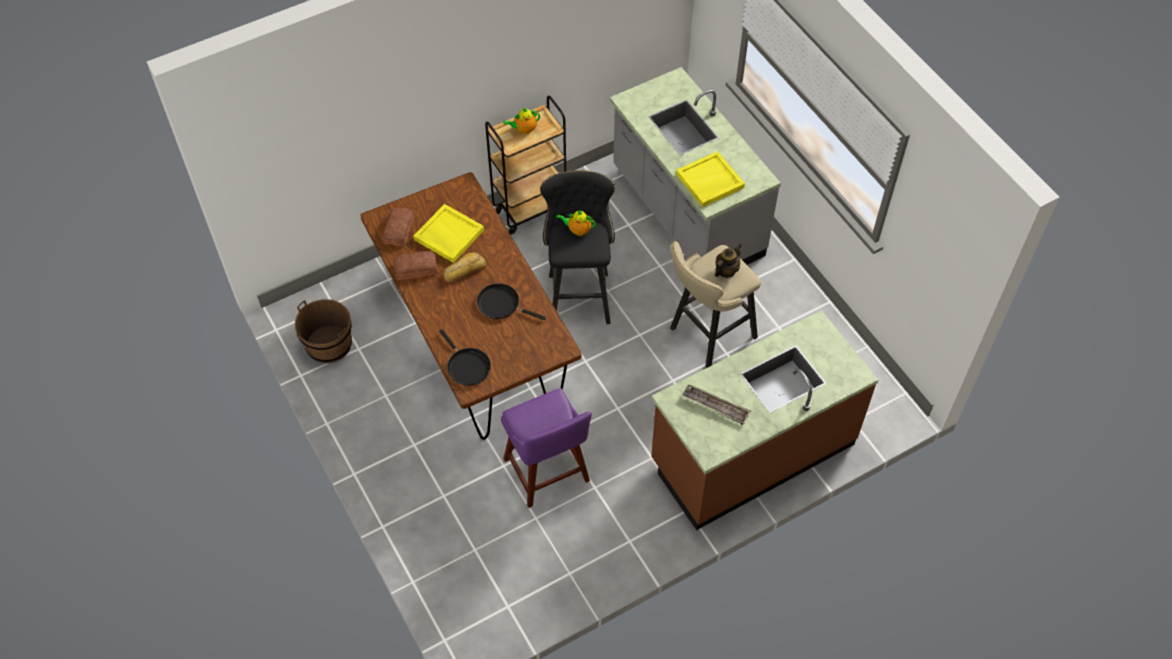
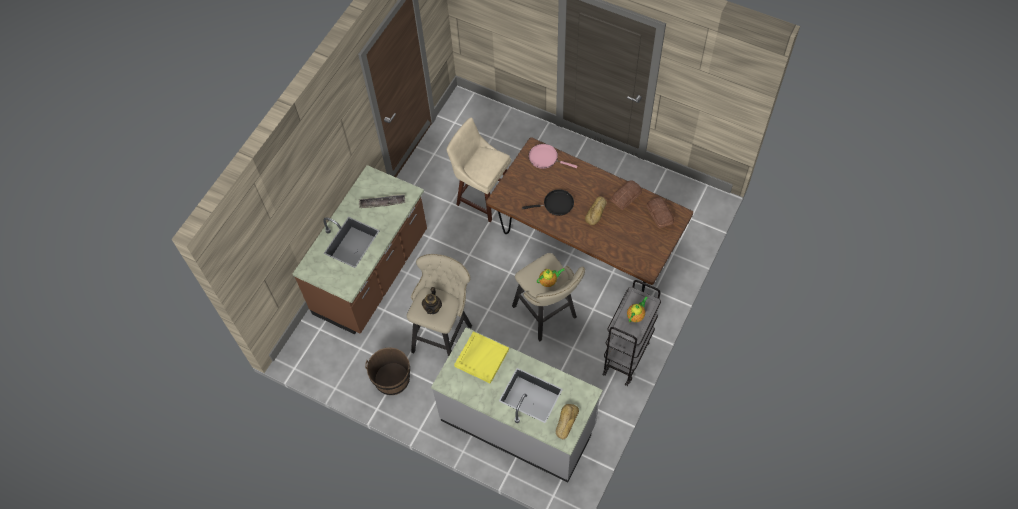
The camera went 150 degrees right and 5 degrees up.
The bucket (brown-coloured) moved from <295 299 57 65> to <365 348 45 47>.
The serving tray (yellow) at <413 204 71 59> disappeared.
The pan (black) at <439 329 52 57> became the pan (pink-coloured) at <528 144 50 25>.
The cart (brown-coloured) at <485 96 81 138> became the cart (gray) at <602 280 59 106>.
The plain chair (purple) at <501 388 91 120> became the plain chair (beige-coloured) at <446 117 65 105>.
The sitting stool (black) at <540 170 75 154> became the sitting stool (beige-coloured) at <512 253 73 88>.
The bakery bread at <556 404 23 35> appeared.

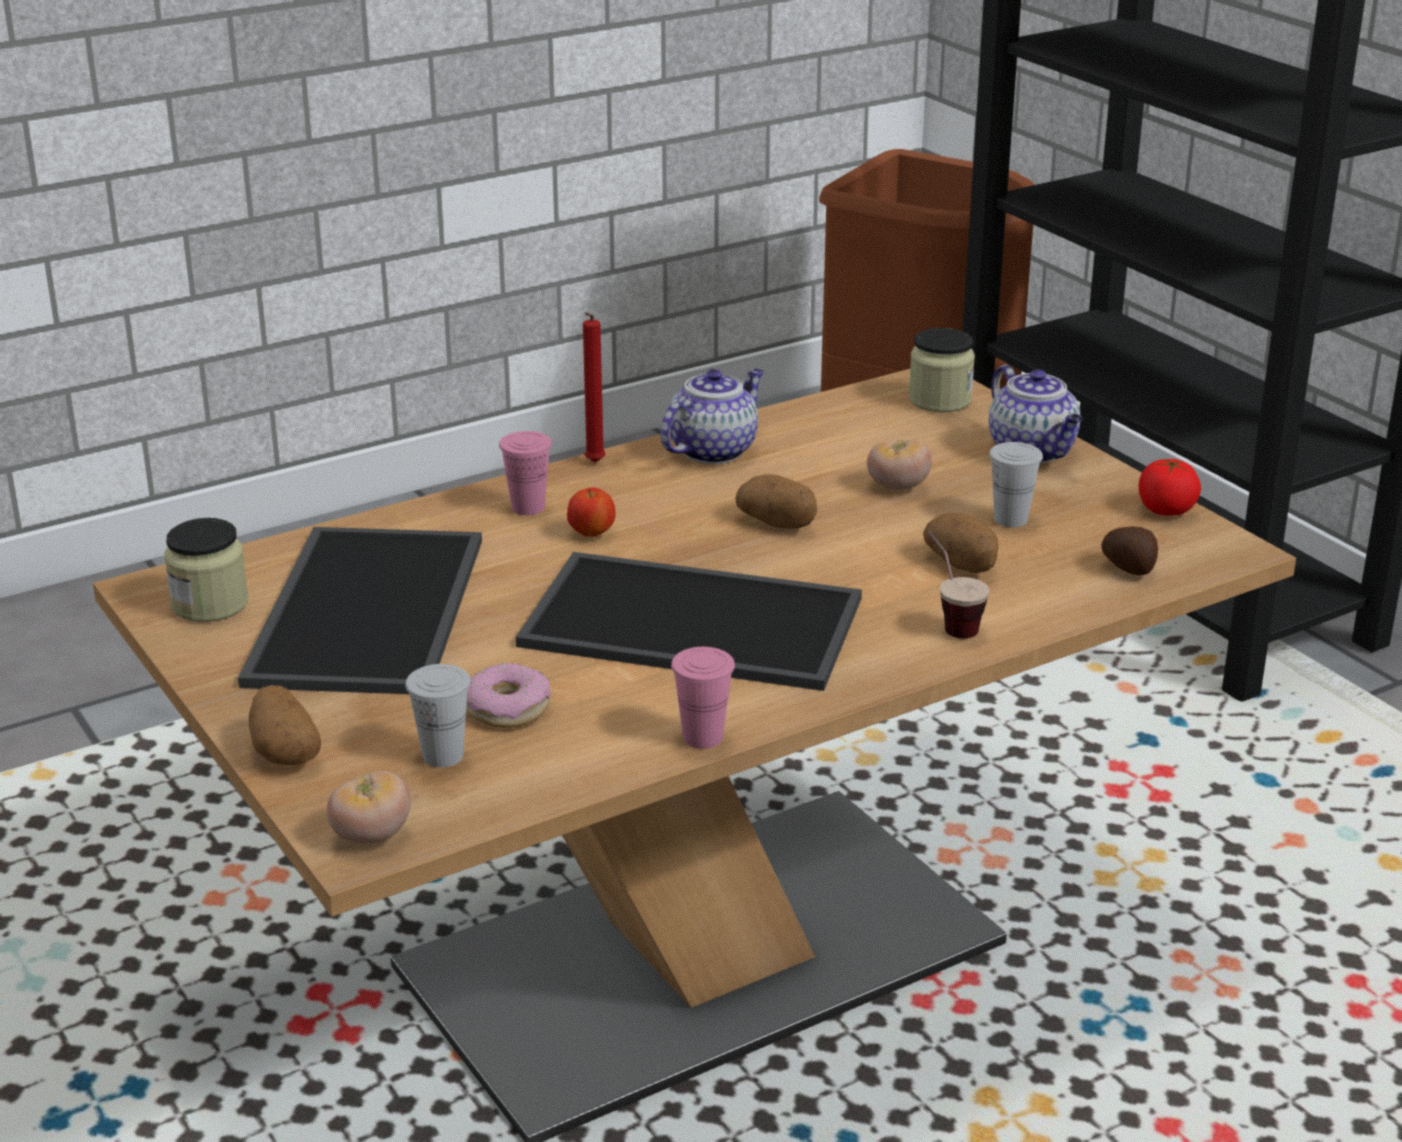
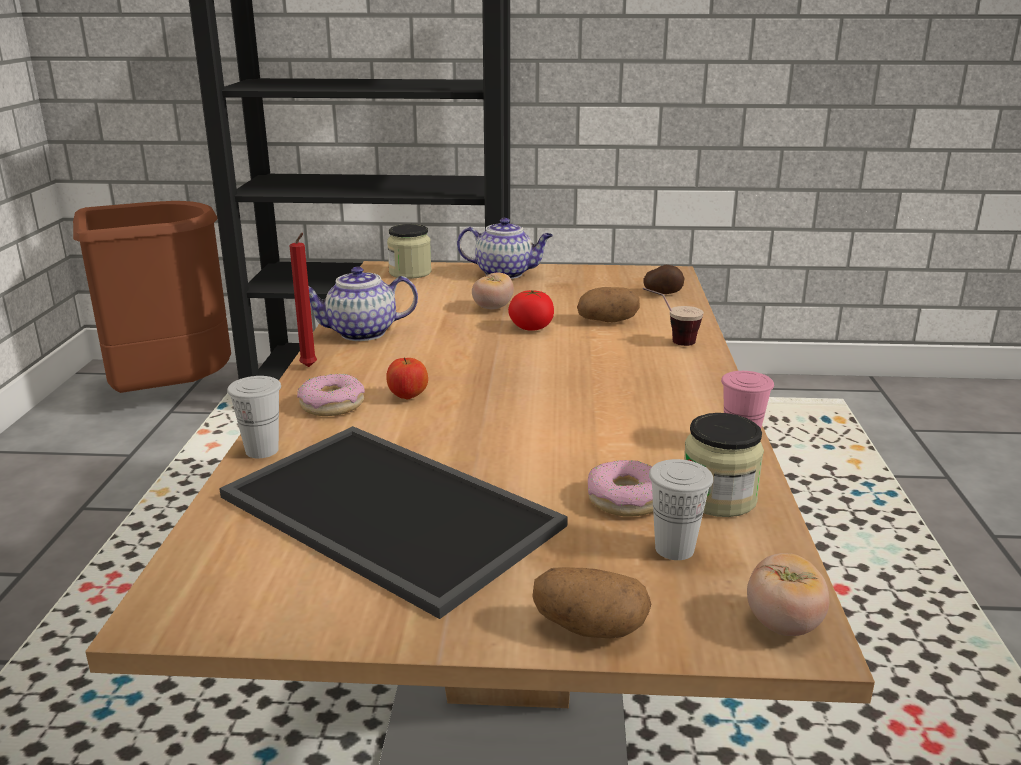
The camera went 55 degrees left and 5 degrees down.
The preserve jar moved from <164 518 84 104> to <684 413 80 104>.
The small cup (pink-coloured) at <499 431 53 84> was replaced by the donut at <297 374 68 42>.
The serving tray at <516 552 346 139> disappeared.
The teapot at <660 369 104 95> turned 90 degrees counterclockwise.
The whole potato at <735 474 82 55> disappeared.
The small cup (whitish) moved from <989 442 54 85> to <227 376 54 82>.
The tomato moved from <1138 459 63 57> to <508 290 46 41>.

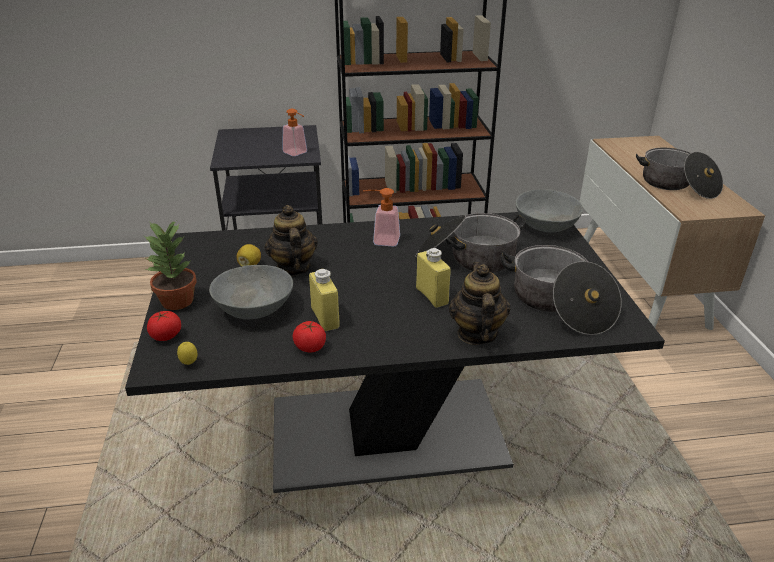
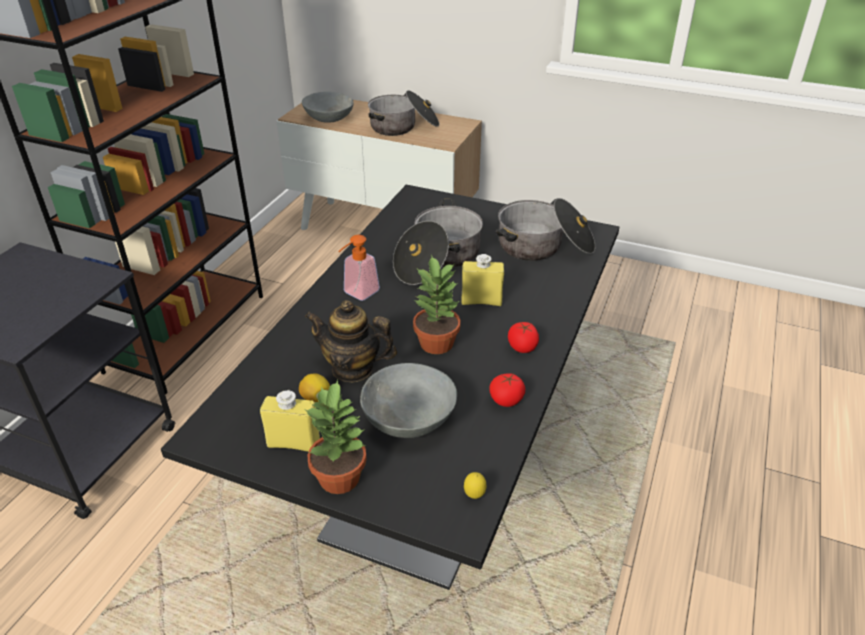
The camera went 60 degrees left and 5 degrees up.
The tomato moved from <147 311 34 30> to <508 322 31 31>.
The soap bottle at <282 109 25 47> disappeared.
The drink bottle (yellow) moved from <309 269 31 62> to <260 390 60 62>.
The teapot at <449 262 62 83> disappeared.
The serving bowl (gray) moved from <515 189 68 44> to <302 92 52 31>.
The plant in a pot at <413 256 48 98> appeared.

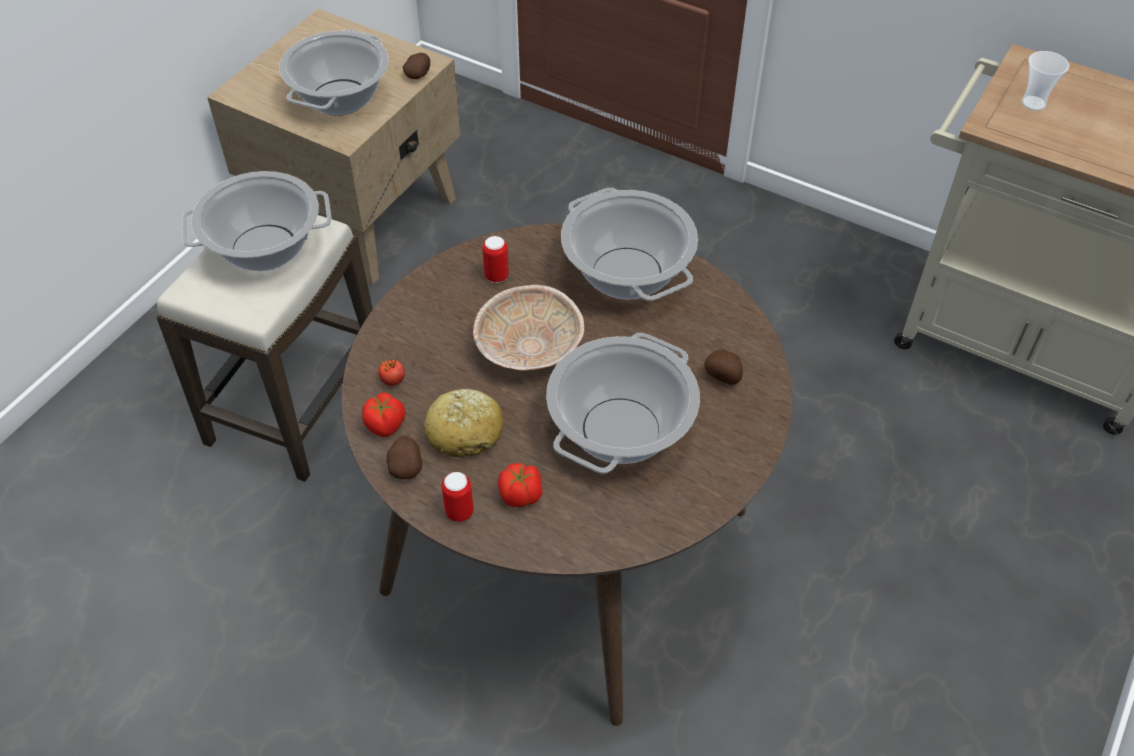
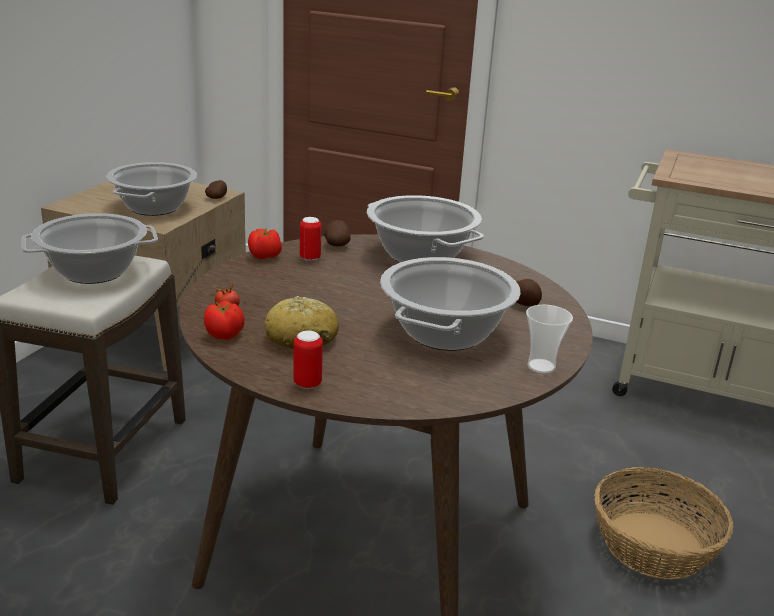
The camera went 10 degrees left and 25 degrees down.
The whole potato moved from <387 436 35 43> to <324 220 27 26>.
The serving bowl (beige-coloured) at <473 285 111 86> disappeared.
The tomato moved from <498 463 45 44> to <248 228 34 32>.
The small cup moved from <1022 51 47 60> to <526 305 47 69>.
The household basket at <594 467 139 113> appeared.

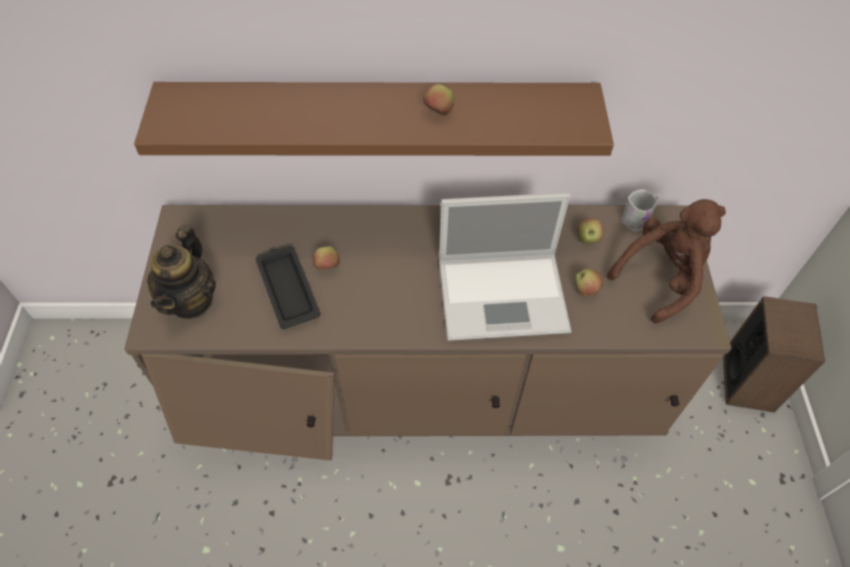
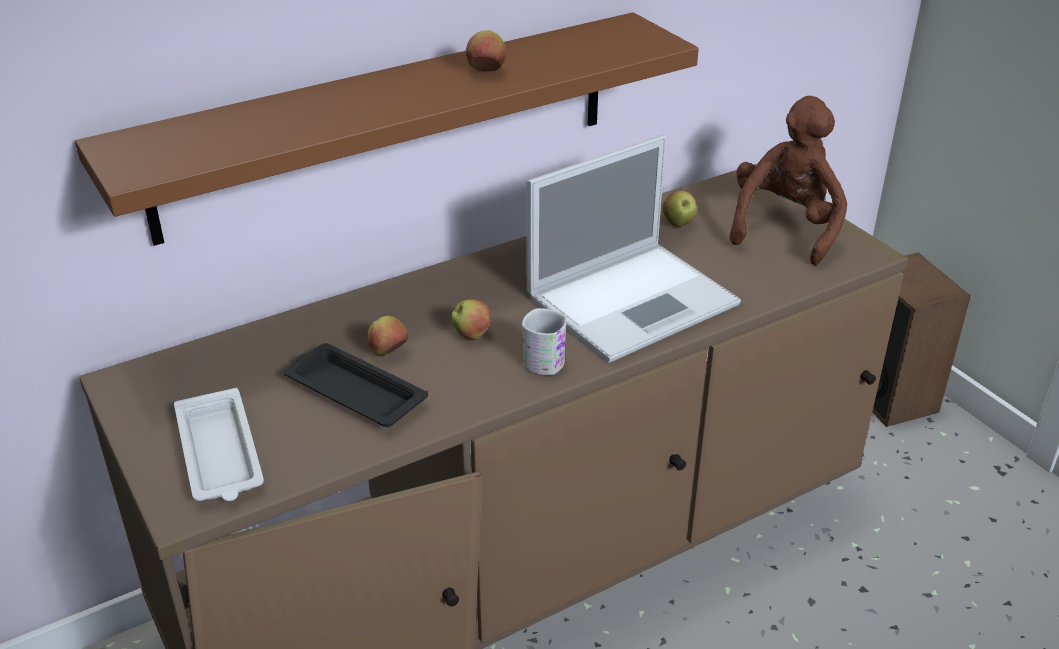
The camera went 30 degrees left and 20 degrees down.
The teapot at <147 225 69 94> was replaced by the serving tray (whitish) at <174 388 90 113>.
The apple fruit moved from <575 269 28 28> to <451 299 41 41>.
The coffee mug (whitish) moved from <621 189 38 43> to <522 308 45 67>.

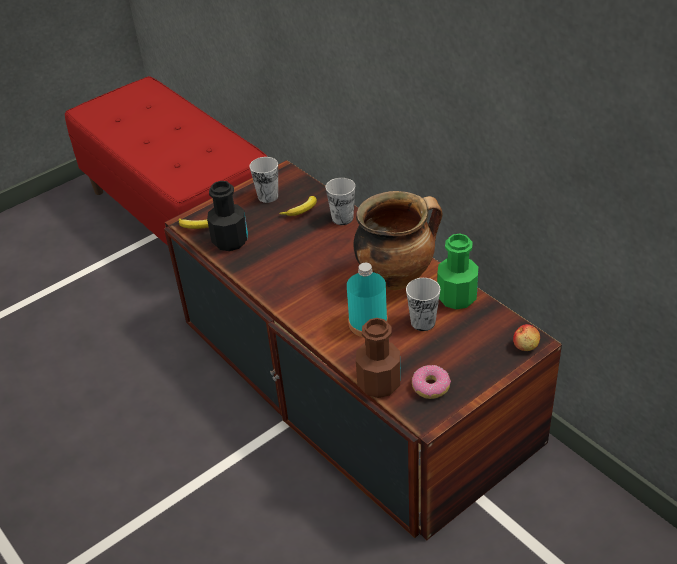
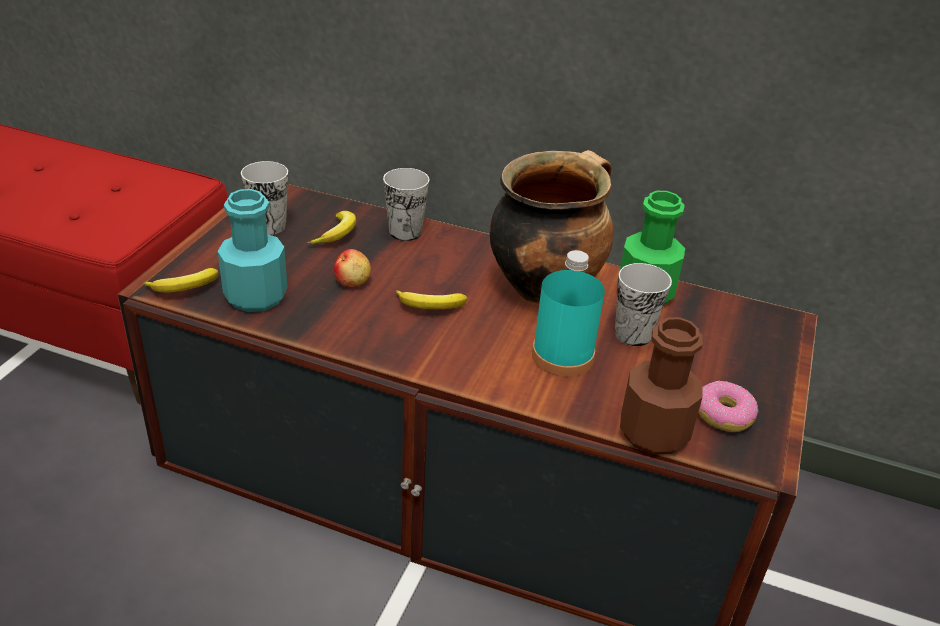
The camera went 35 degrees left and 5 degrees down.
The drink bottle (black) at <207 181 41 70> became the drink bottle (turquoise-coloured) at <218 189 69 123>.
The apple fruit moved from <513 324 27 27> to <334 249 37 38>.
The banana fruit at <396 290 71 19> appeared.

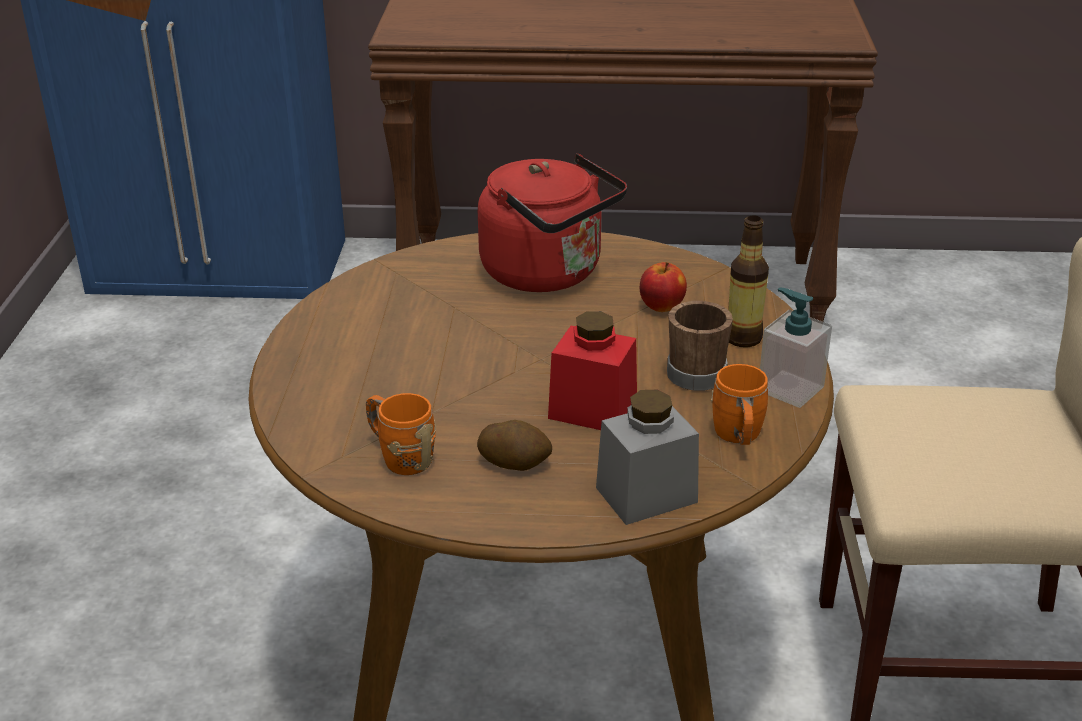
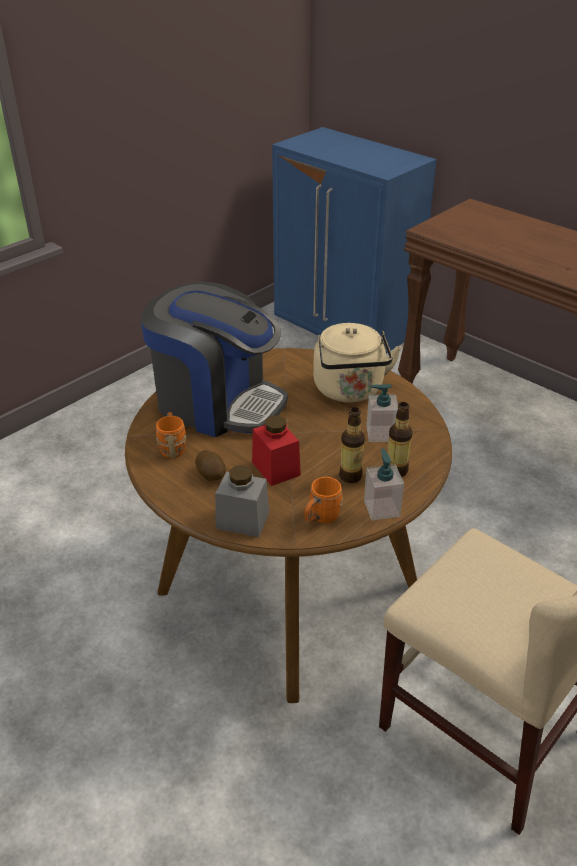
The camera went 40 degrees right and 5 degrees up.
The kettle (red) at <478 154 149 138> became the kettle (beige-coloured) at <313 323 89 80>.
The apple fruit at <640 262 47 50> was replaced by the soap bottle at <366 384 32 58>.
The coffee mug (brown-coloured) at <667 301 66 90> was replaced by the drink bottle at <339 407 26 76>.
The coffee brewer at <141 282 147 155> appeared.

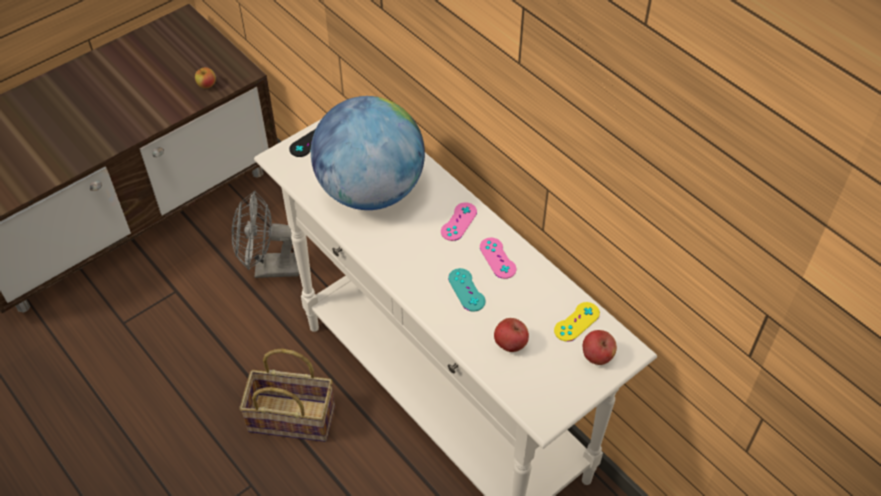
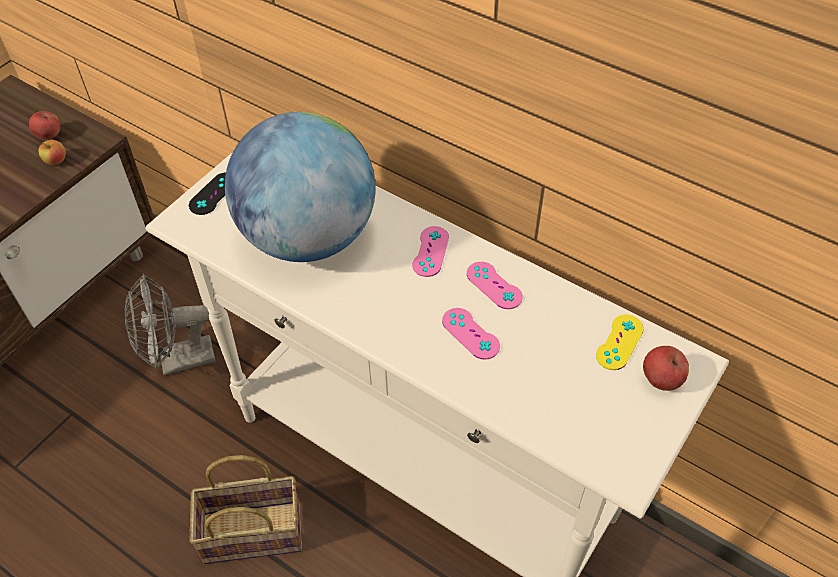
The camera went 15 degrees left and 0 degrees up.
The joypad (turquoise-coloured) at <448 268 37 44> became the joypad (pink-coloured) at <442 308 58 51>.
The apple fruit moved from <494 318 35 34> to <29 111 31 28>.

